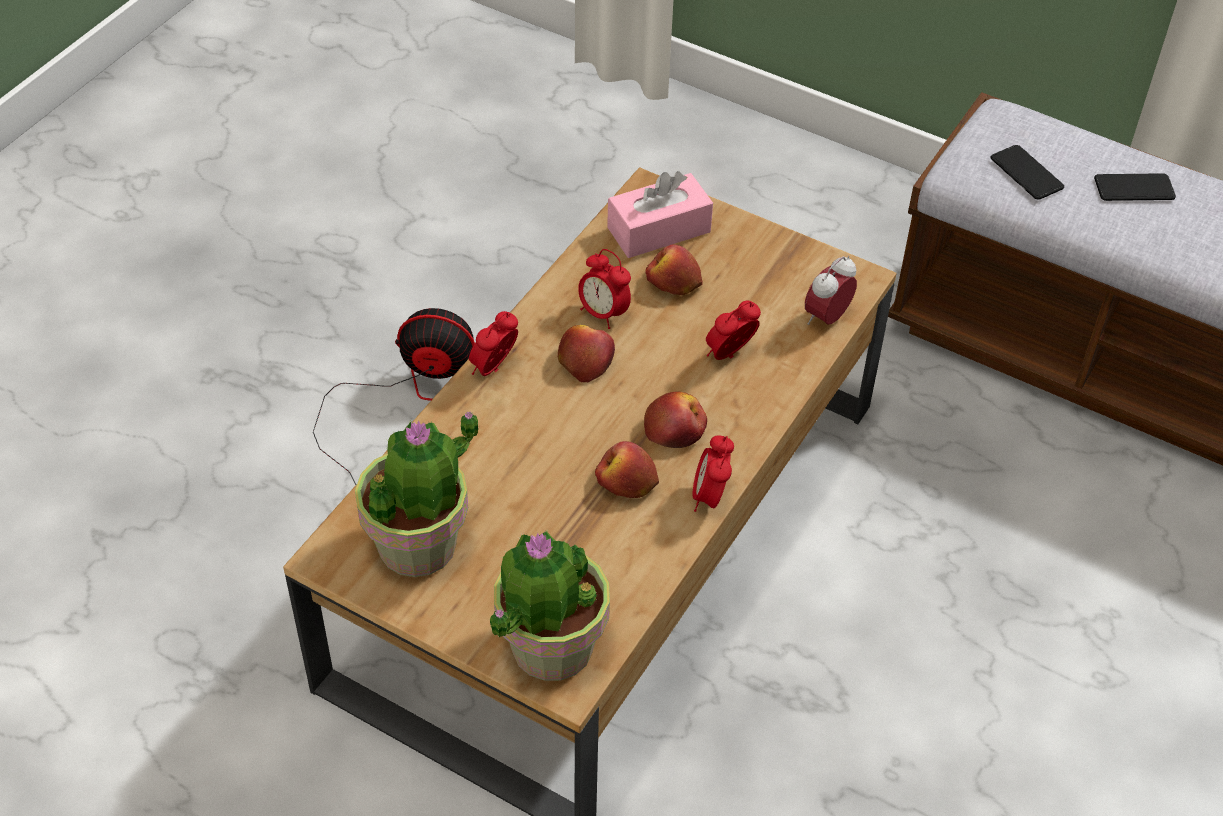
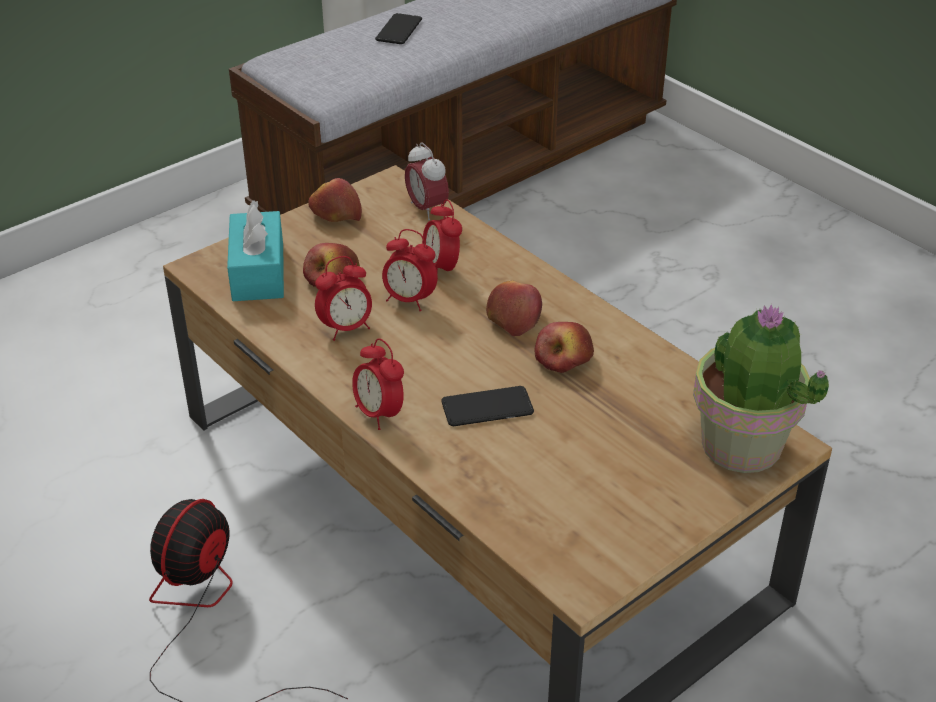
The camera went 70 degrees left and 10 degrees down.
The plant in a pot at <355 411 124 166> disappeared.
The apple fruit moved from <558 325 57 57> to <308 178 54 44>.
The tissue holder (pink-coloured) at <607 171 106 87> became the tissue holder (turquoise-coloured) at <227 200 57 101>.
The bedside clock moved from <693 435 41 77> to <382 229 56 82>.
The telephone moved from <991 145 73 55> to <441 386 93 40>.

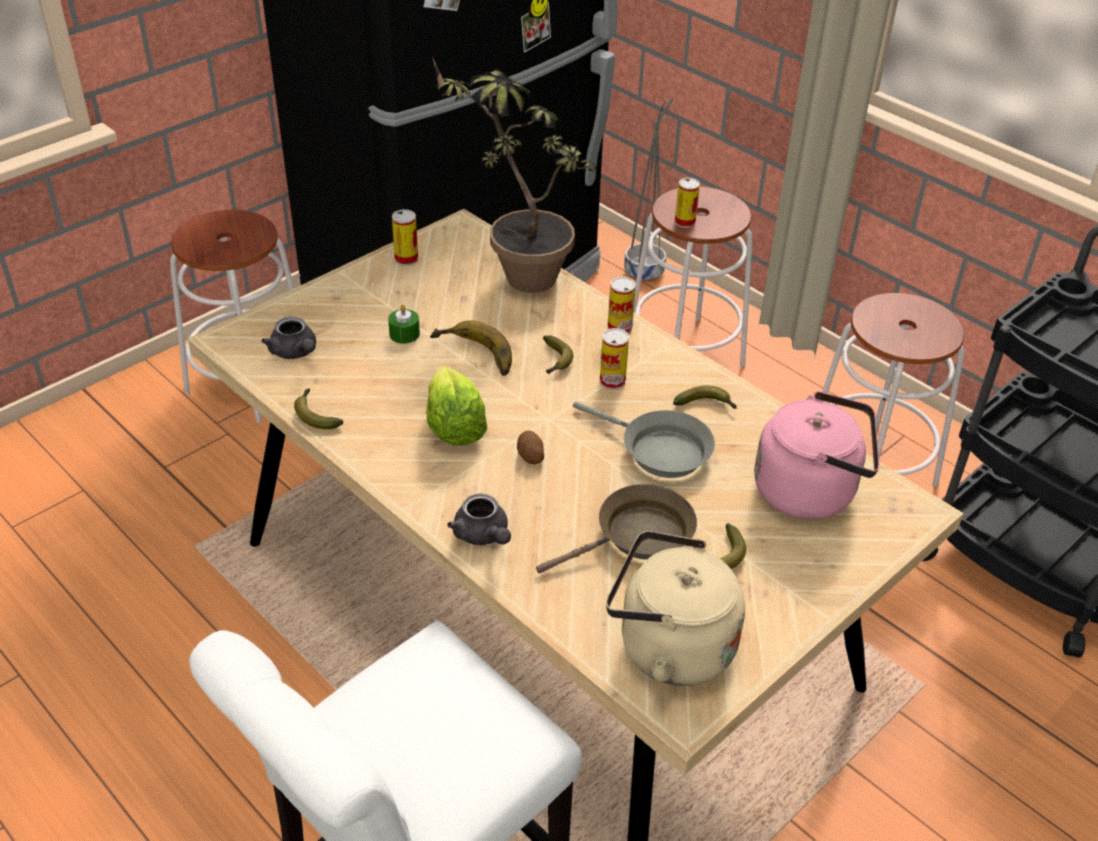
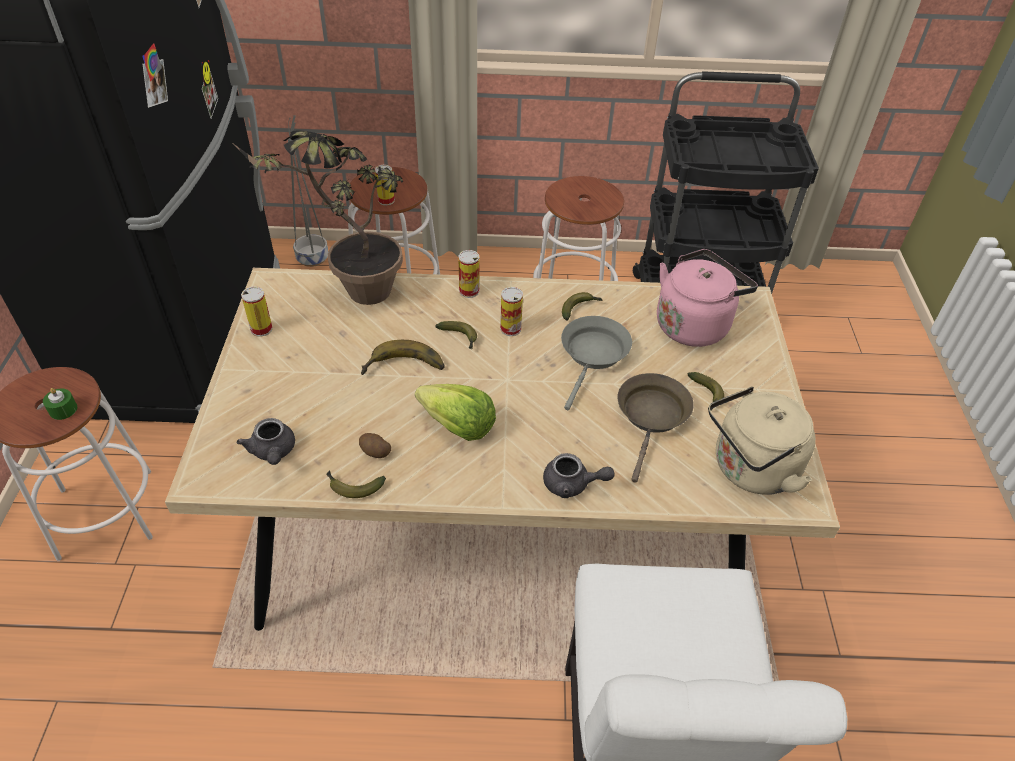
The camera went 45 degrees left and 5 degrees up.
The teapot (gray) at <262 317 54 42> turned 60 degrees clockwise.
The wax light (green-coloured) moved from <388 304 32 40> to <43 388 34 32>.
The whole potato moved from <517 431 27 33> to <359 433 32 25>.
The pan (gray) at <573 401 142 77> turned 60 degrees counterclockwise.

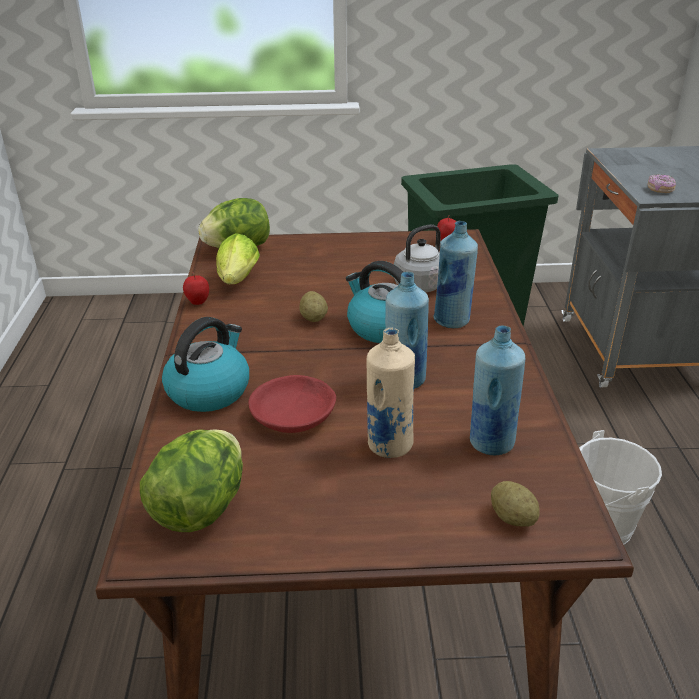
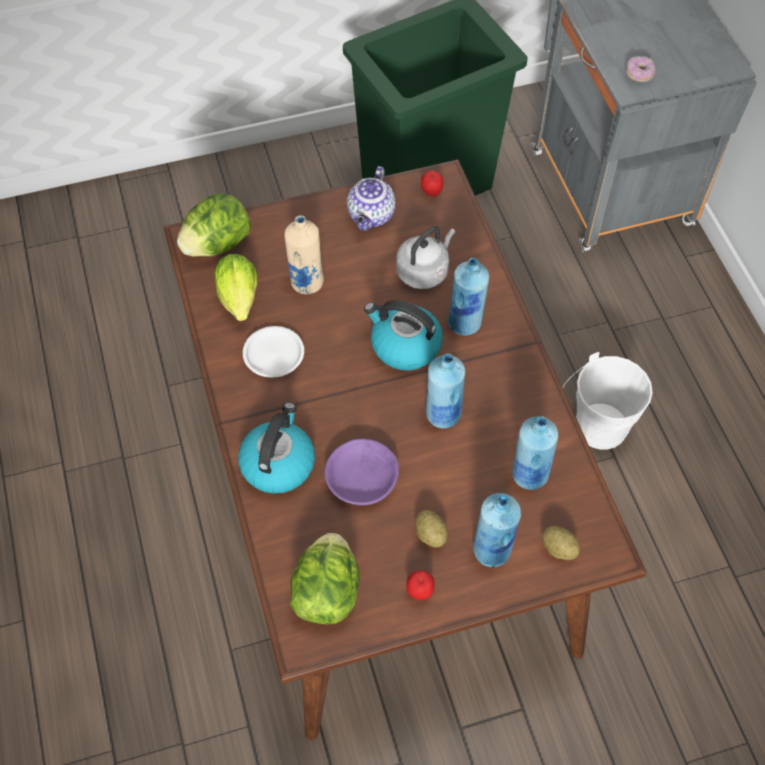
The camera went 15 degrees left and 25 degrees up.
The apple fruit moved from <183 272 26 33> to <406 570 29 30>.
The serving bowl (red) at <248 375 88 58> became the serving bowl (purple) at <325 439 74 66>.
The whole potato moved from <299 291 29 31> to <415 510 33 37>.
The drink bottle (beige-coloured) moved from <366 328 49 130> to <284 215 40 79>.
The plate (whitish) at <243 326 61 52> appeared.
The teapot at <347 166 49 65> appeared.
The drink bottle (blue) at <473 493 48 74> appeared.

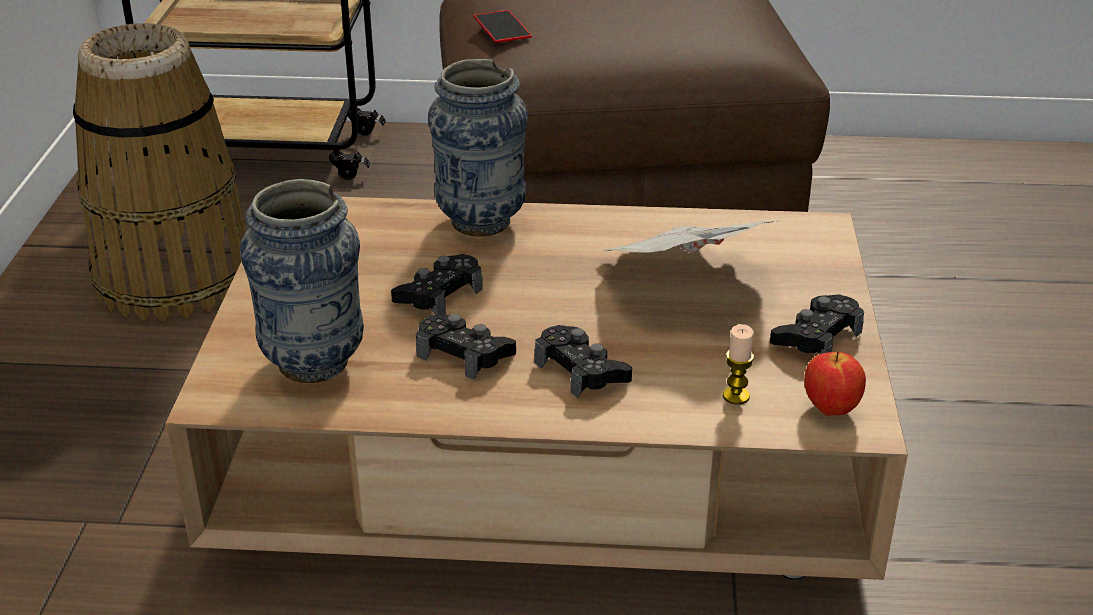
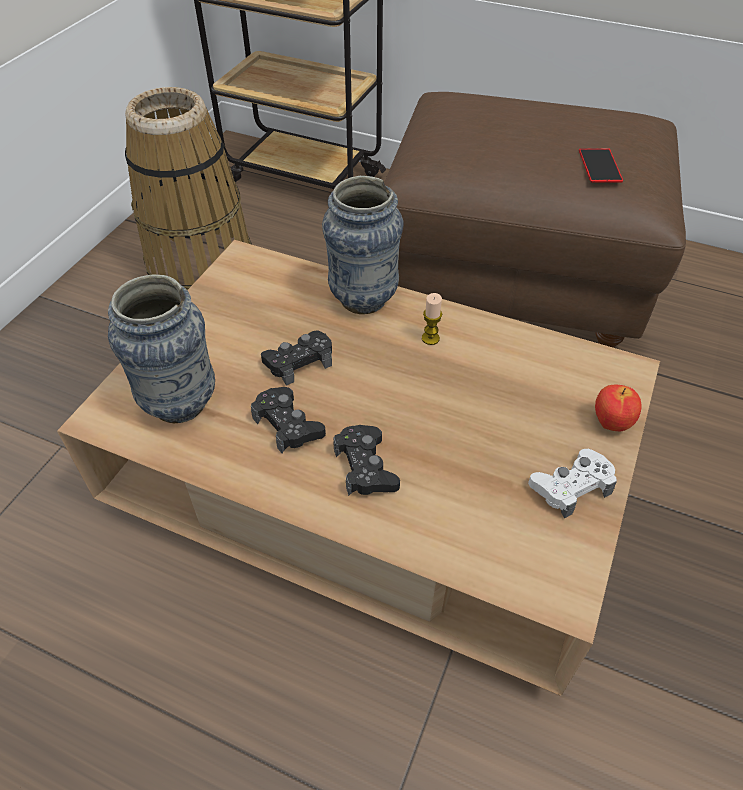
The camera went 20 degrees right and 15 degrees up.
The telephone moved from <474 10 58 33> to <579 148 44 34>.
The newspaper at <603 220 180 34> disappeared.
The wax light moved from <723 324 31 81> to <422 293 20 52>.
The joypad (black) at <770 294 94 60> became the joypad (whitish) at <528 449 89 69>.
The apple fruit moved from <804 352 62 64> to <595 385 47 46>.

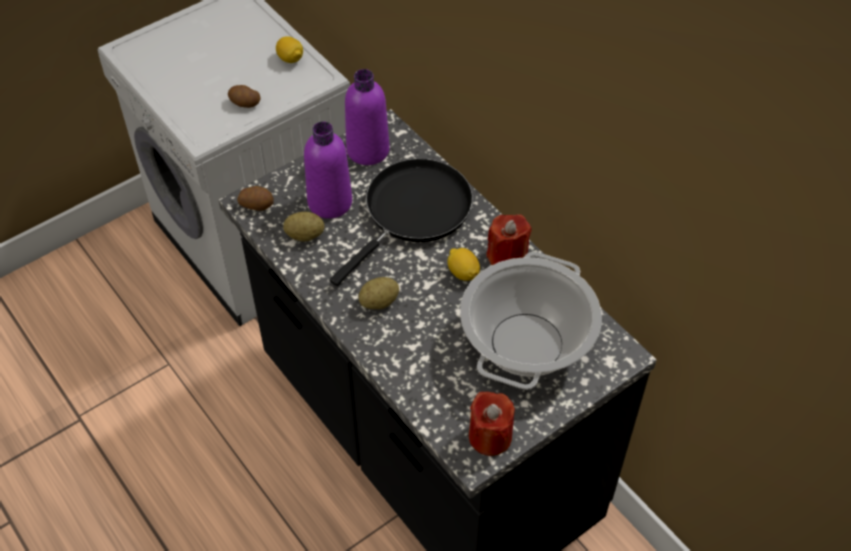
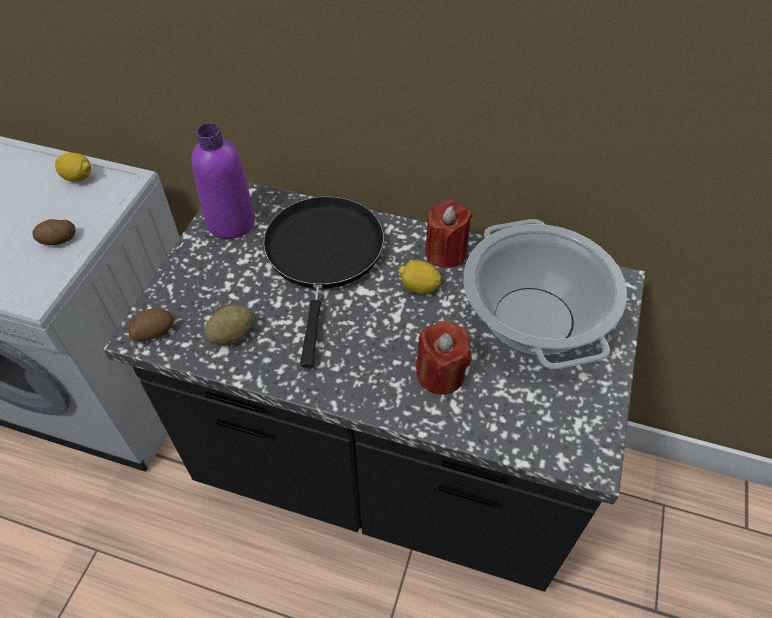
The camera went 35 degrees left and 0 degrees up.
The drink bottle (purple) at <304 121 48 98> disappeared.
The whole potato at <358 277 41 32> disappeared.
The wax light (red) moved from <469 392 46 64> to <416 321 56 74>.

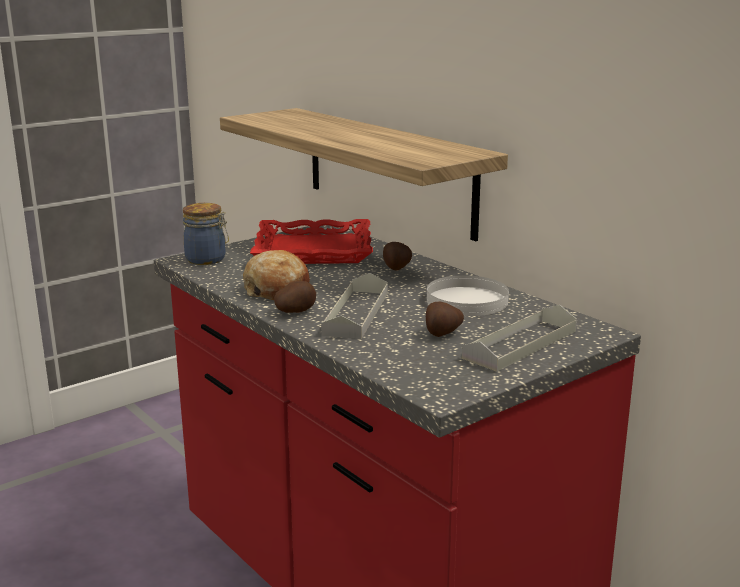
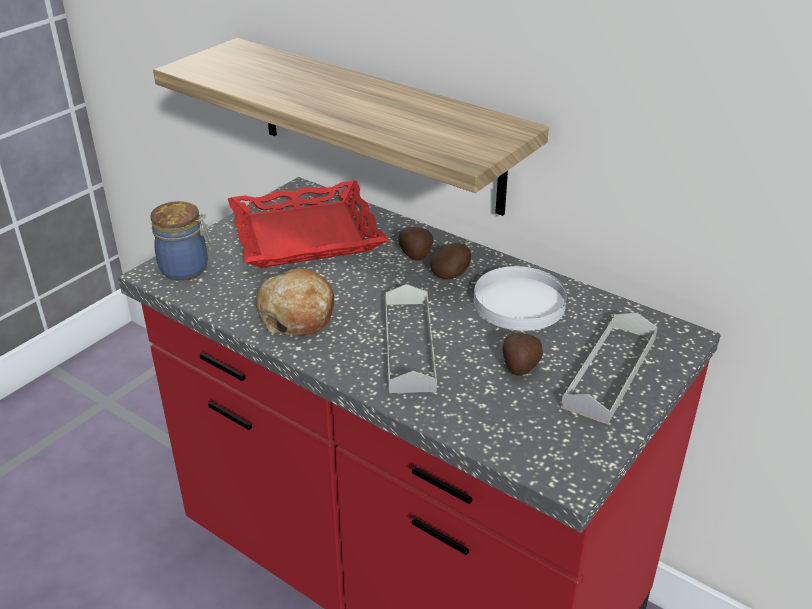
The camera went 15 degrees left and 15 degrees up.
The whole potato moved from <274 281 42 32> to <430 243 41 36>.

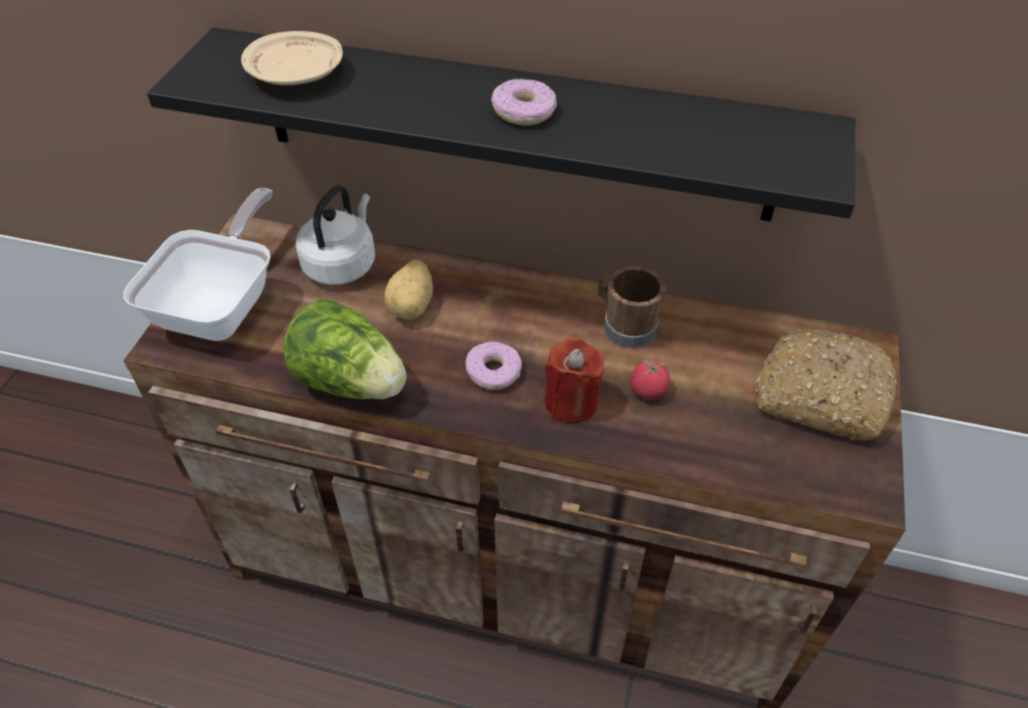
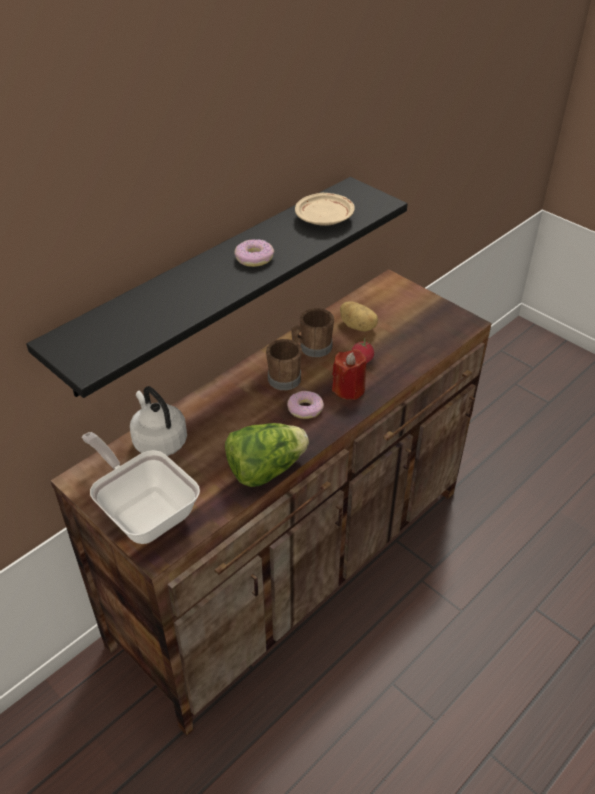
The camera went 60 degrees left and 5 degrees down.
The plate (beige-coloured) moved from <241 31 102 54> to <295 193 60 33>.
The whole potato moved from <384 259 49 60> to <340 301 38 31>.
The bakery bread at <756 329 141 111> disappeared.
The coffee mug (brown-coloured) at <266 339 36 51> appeared.

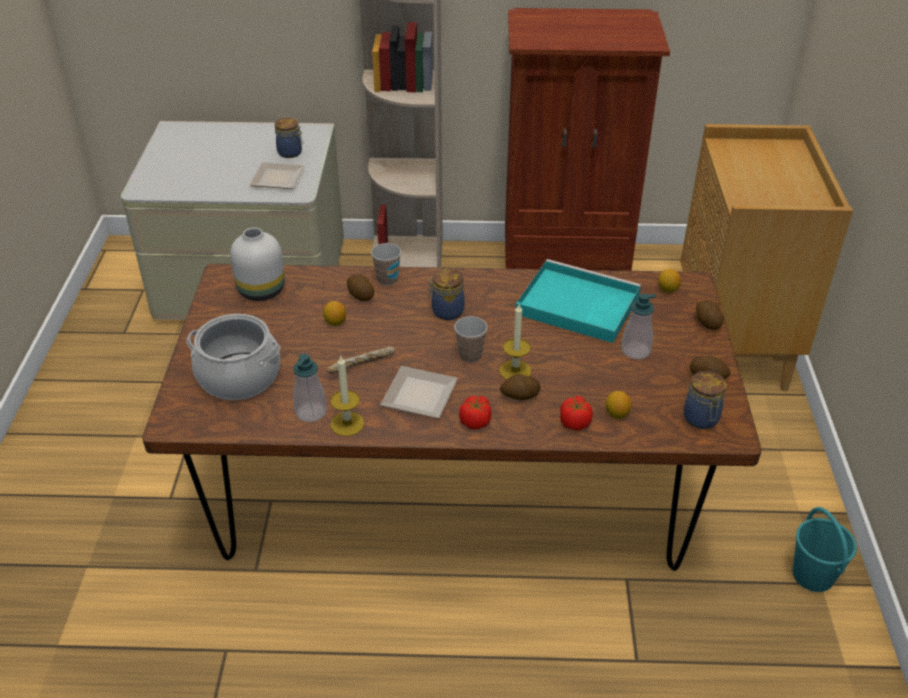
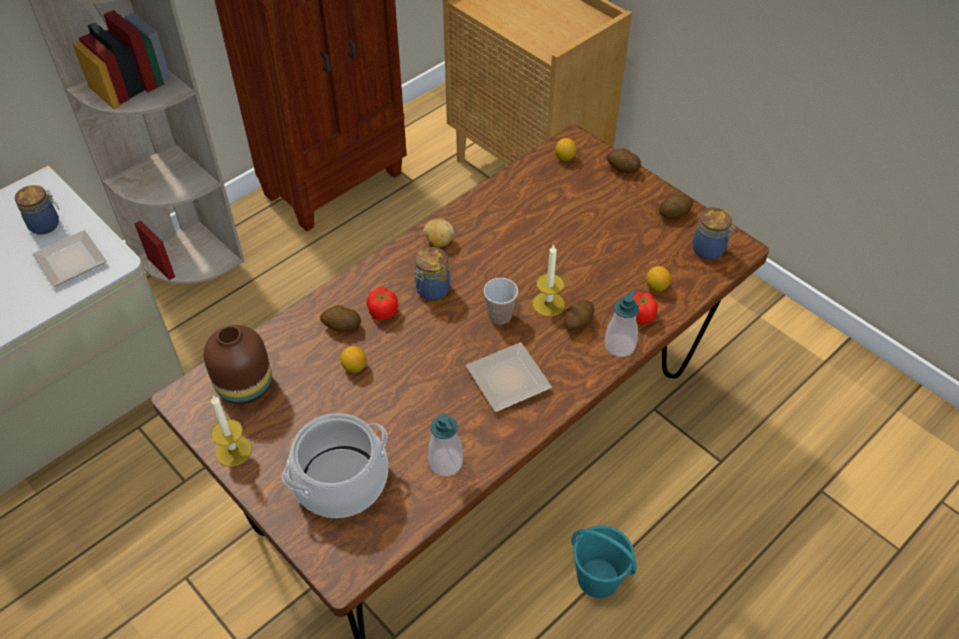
The camera went 45 degrees left and 10 degrees up.
The decorative vase (whitish) at <230 228 55 73> became the decorative vase (brown-coloured) at <204 325 68 79>.
The bakery bread at <327 347 68 27> disappeared.
The wax light moved from <330 355 34 81> to <211 396 41 71>.
The small cup at <371 243 30 42> disappeared.
The tomato moved from <459 396 33 34> to <366 287 32 33>.
The serving tray (turquoise-coloured) at <516 259 125 84> disappeared.
The soap bottle moved from <621 294 36 65> to <605 289 34 68>.
The bucket (turquoise-coloured) moved from <793 507 64 85> to <571 526 66 72>.
The whole potato at <424 219 30 28> appeared.

